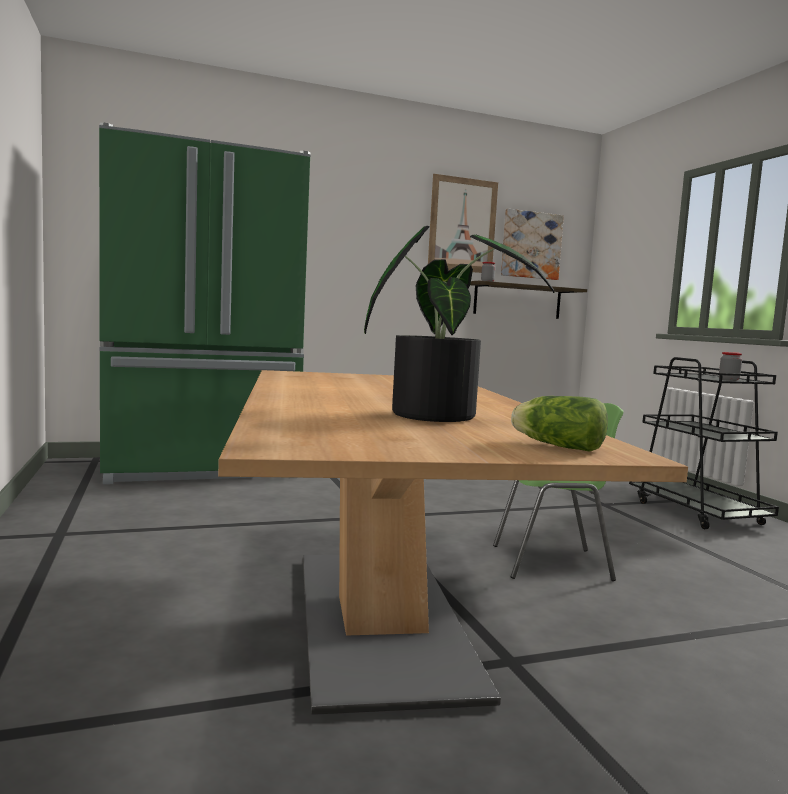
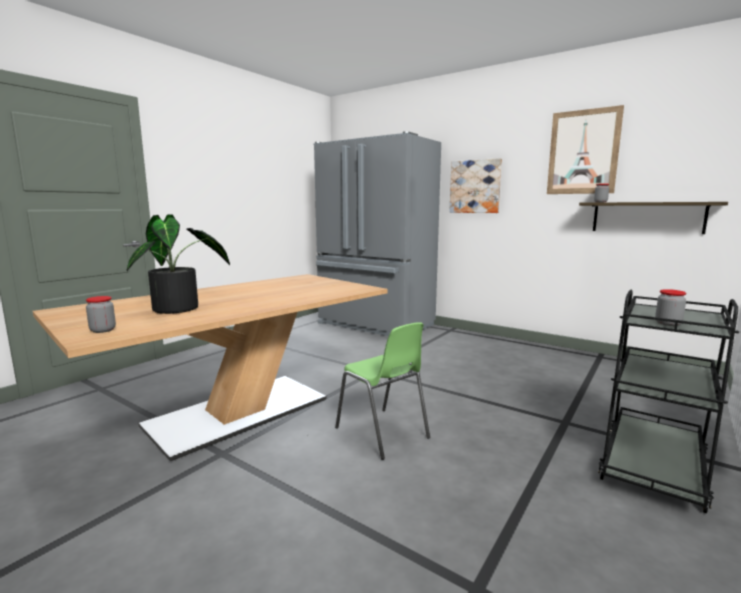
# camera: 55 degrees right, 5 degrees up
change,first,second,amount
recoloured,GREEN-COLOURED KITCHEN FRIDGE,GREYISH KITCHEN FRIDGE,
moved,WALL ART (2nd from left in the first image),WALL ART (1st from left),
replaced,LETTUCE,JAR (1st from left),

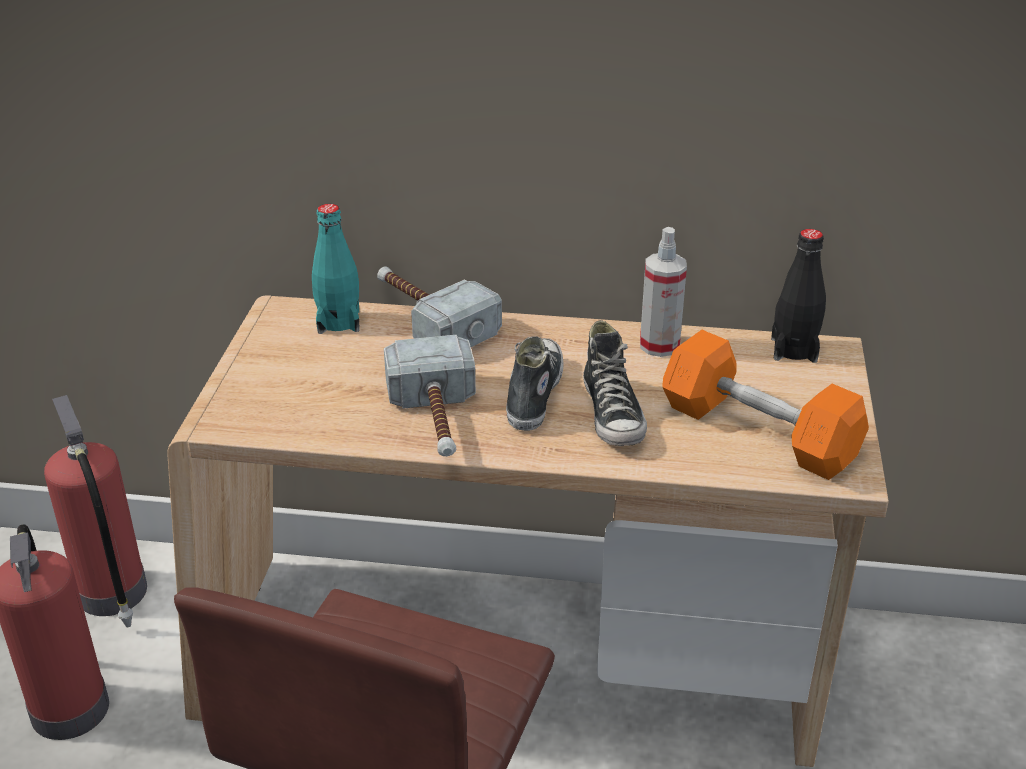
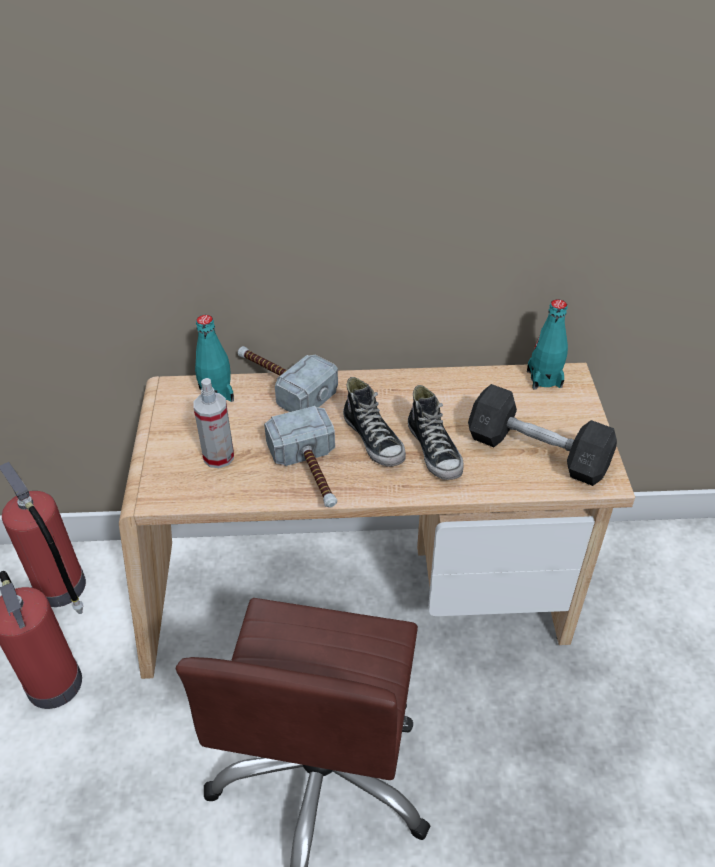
# camera: 10 degrees left, 10 degrees up
change,first,second,amount
moved,HAND SPRAYER,,
recoloured,BLACK BOTTLE,TURQUOISE BOTTLE (2nd from left),
recoloured,ORANGE FREE WEIGHT,GREYISH FREE WEIGHT,
turned,LOW SHOE (1st from left),,150 degrees clockwise

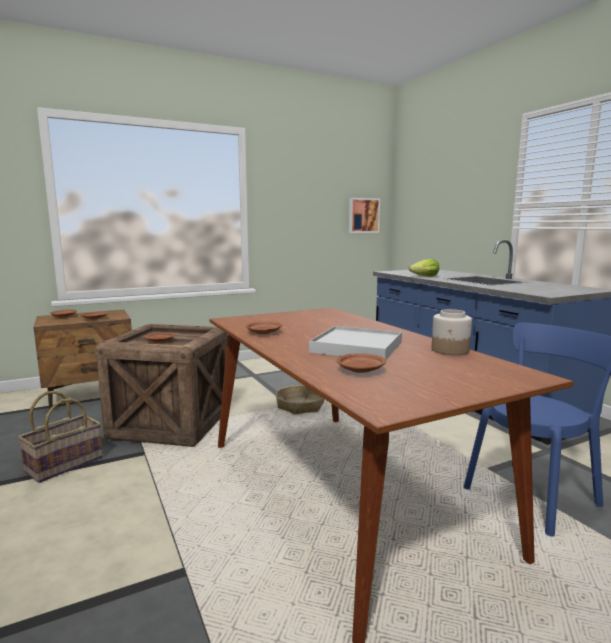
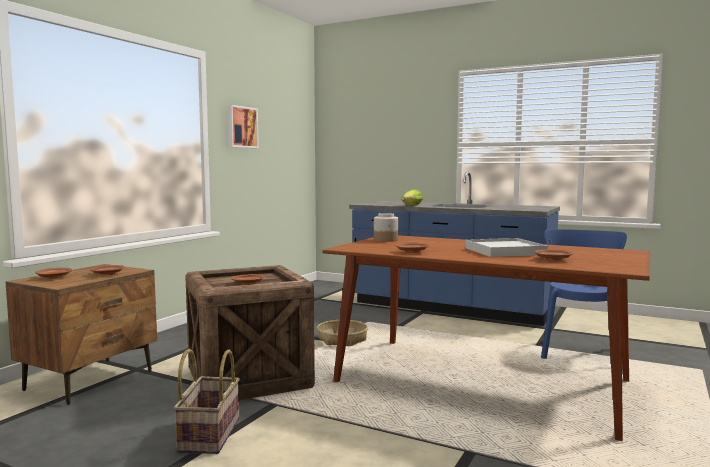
# camera: 35 degrees left, 5 degrees down
change,first,second,amount
moved,WALL ART,,
moved,JAR,,

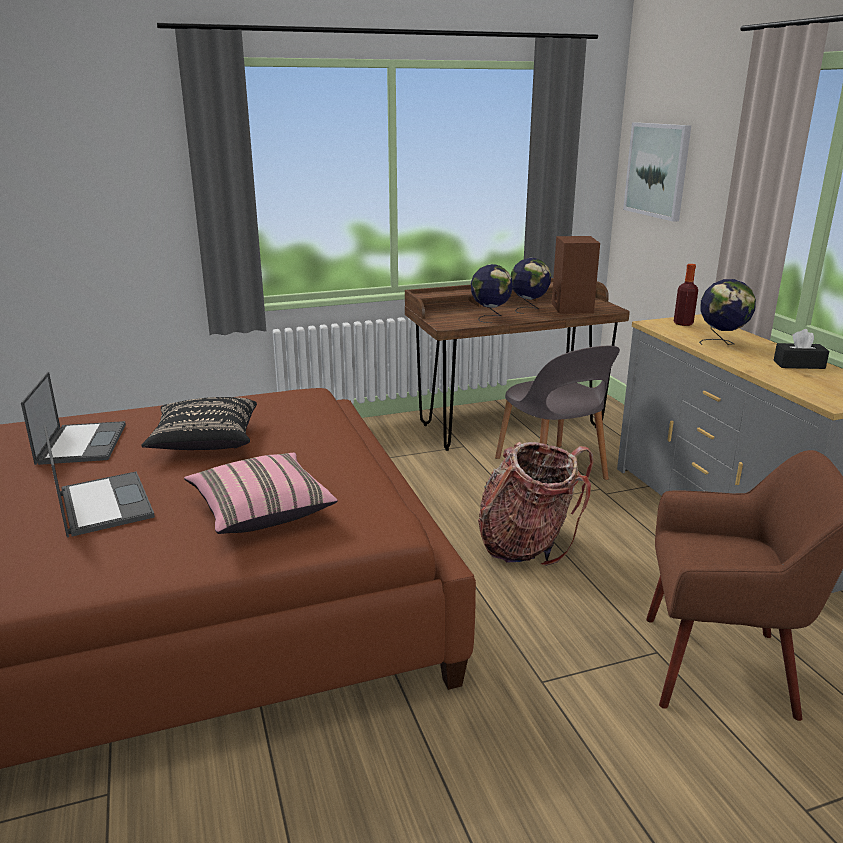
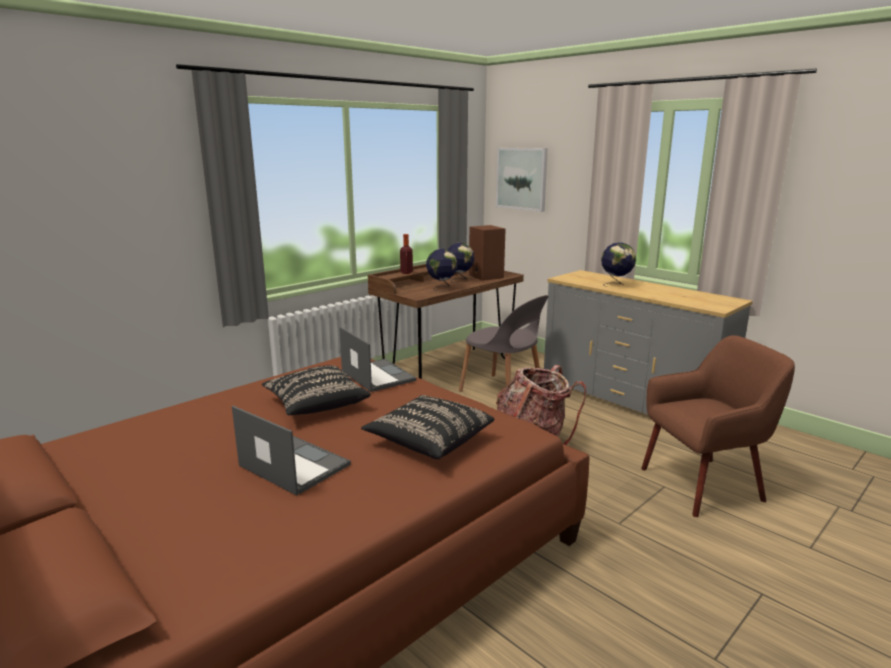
# camera: 25 degrees left, 5 degrees down
change,first,second,amount
moved,BOTTLE,,
removed,BLACK TISSUE HOLDER,,
moved,PORTABLE COMPUTER (1st from left in the first image),PORTABLE COMPUTER (2nd from left),
recoloured,PINKISH PILLOW,BLACK PILLOW (2nd from left),

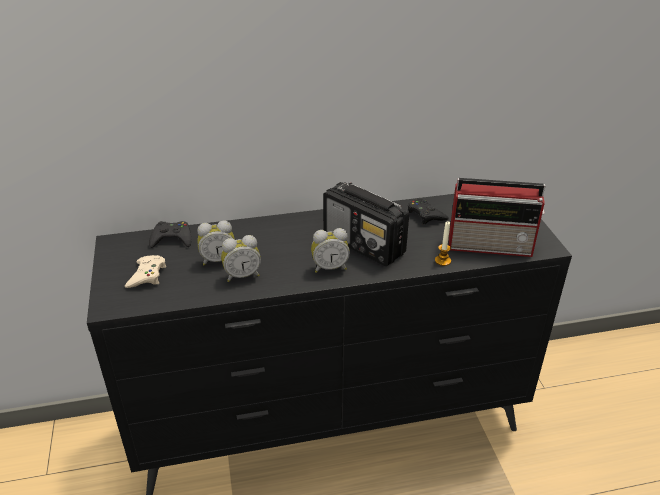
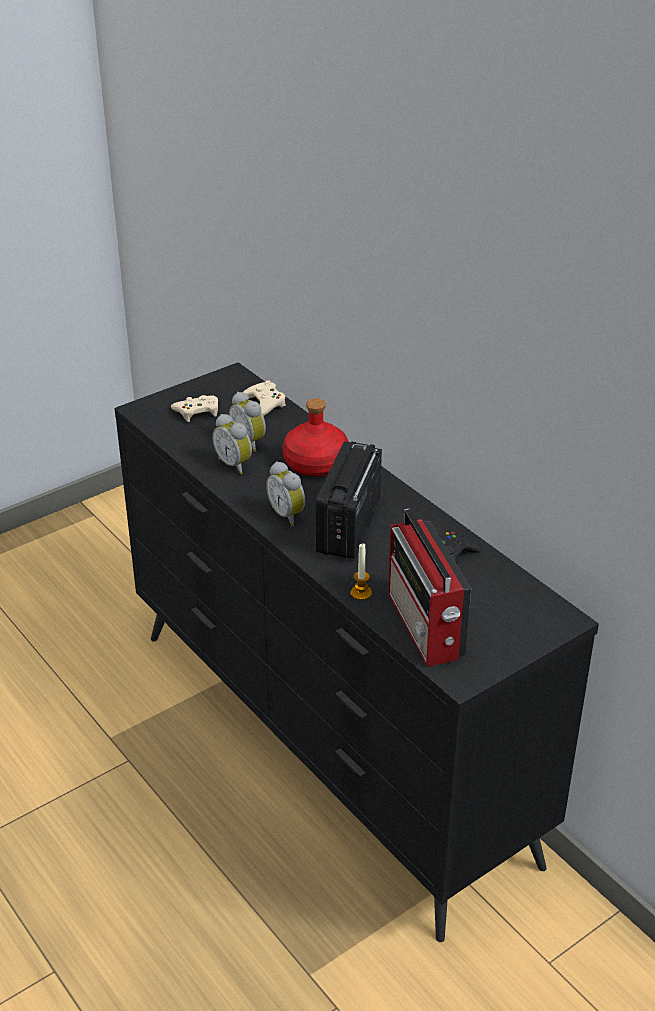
# camera: 65 degrees right, 0 degrees up
change,first,second,amount
recoloured,BLACK JOYPAD (1st from left),BEIGE-COLOURED JOYPAD (2nd from left),
added,,RED BOTTLE,

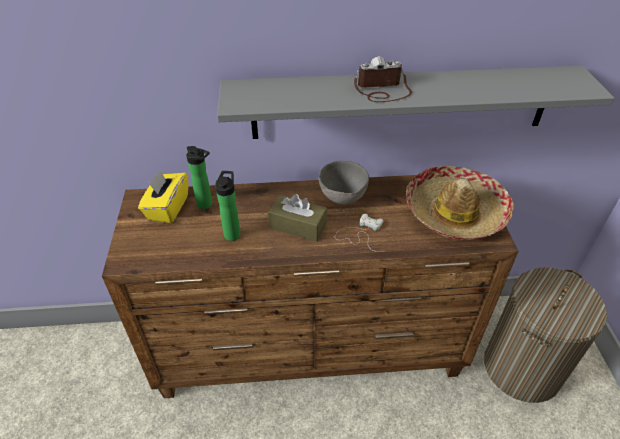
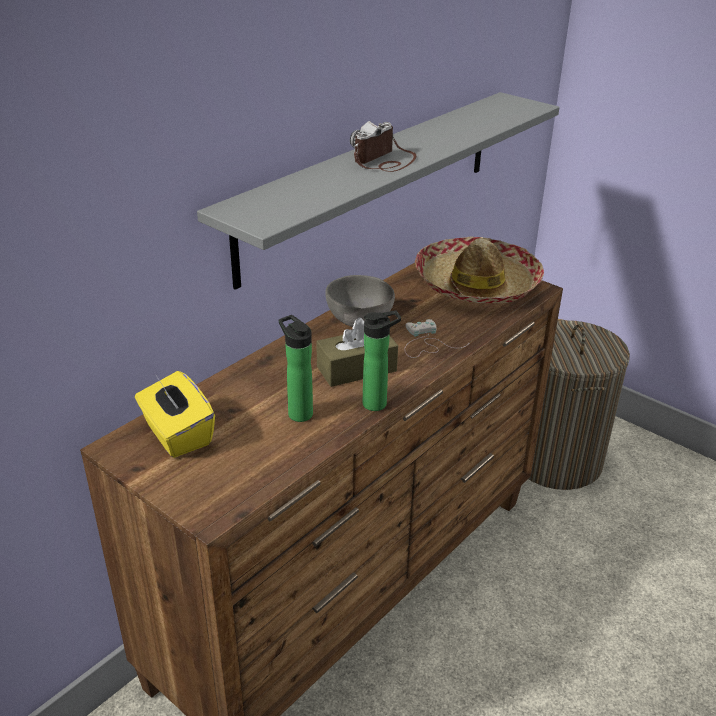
# camera: 45 degrees left, 10 degrees down
change,first,second,amount
moved,BOTTLE (1st from left in the first image),BOTTLE (2nd from left),

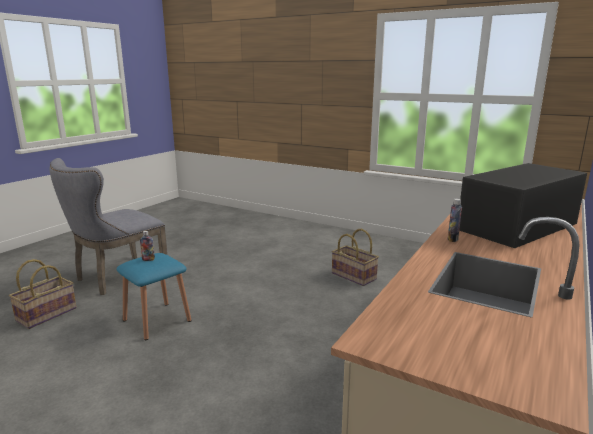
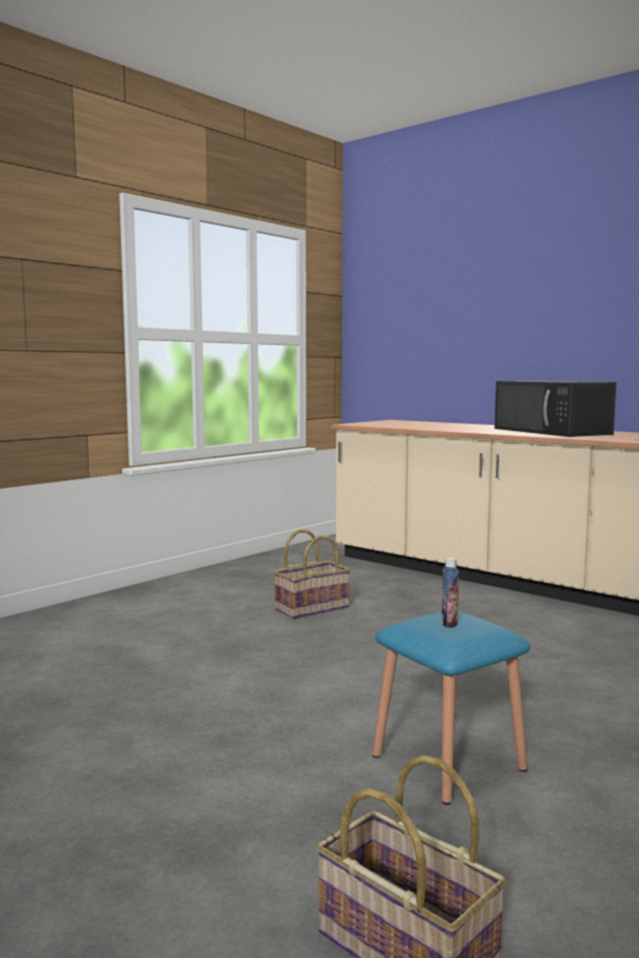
# camera: 80 degrees left, 10 degrees down
change,first,second,amount
removed,GREYISH UPRIGHT CHAIR,,
removed,BOTTLE (2nd from left),,

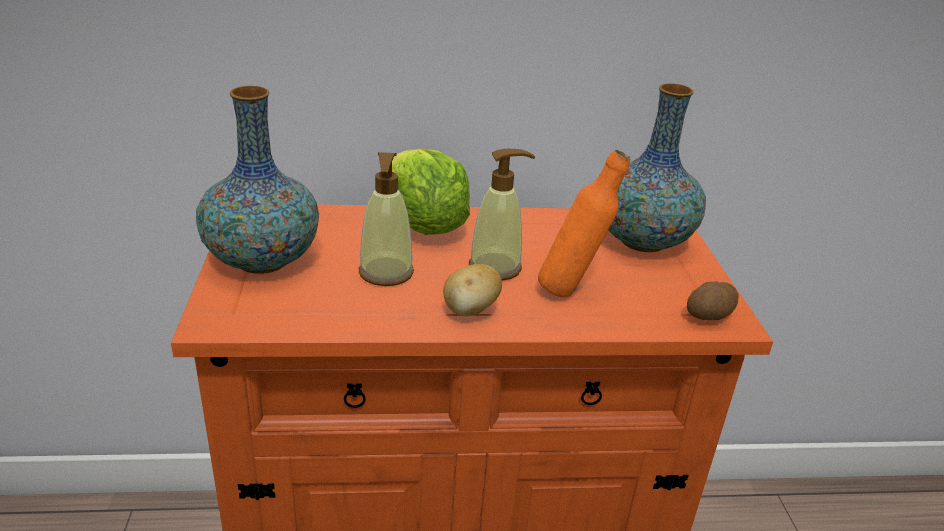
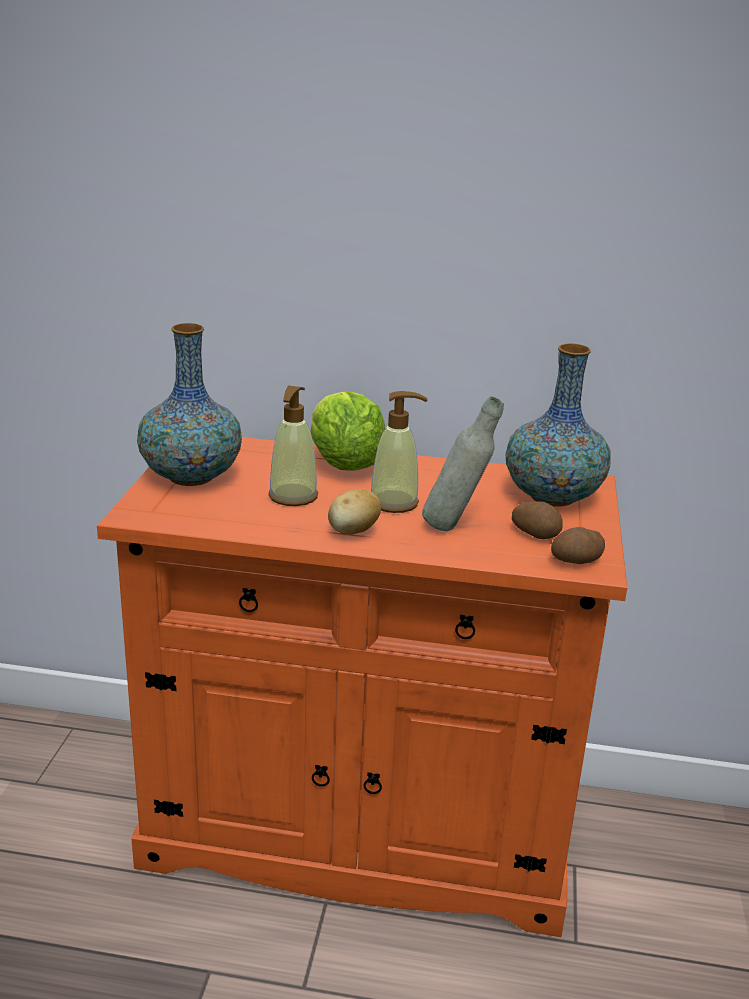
# camera: 15 degrees right, 5 degrees down
change,first,second,amount
recoloured,ORANGE BOTTLE,GREYISH BOTTLE,
added,,WHOLE POTATO (2nd from left),

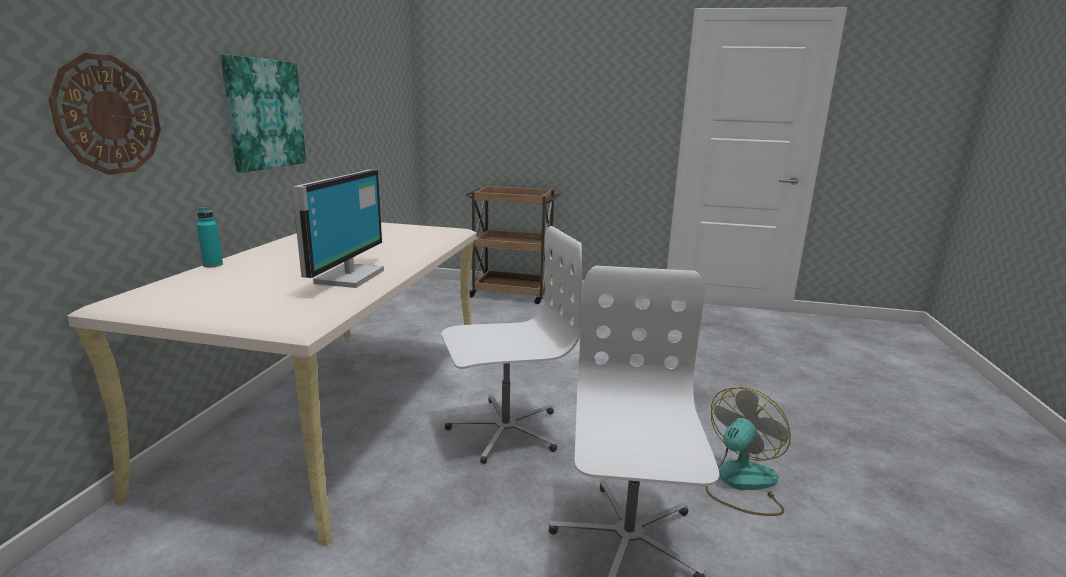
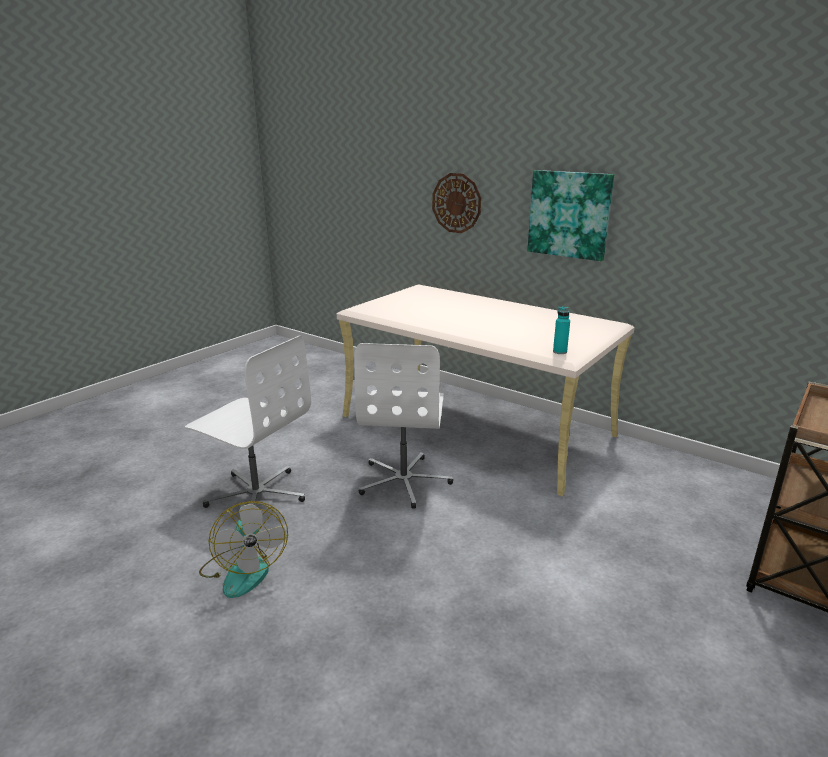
# camera: 115 degrees right, 5 degrees up
change,first,second,amount
removed,COMPUTER DISPLAY,,
moved,TURQUOISE BOTTLE,,

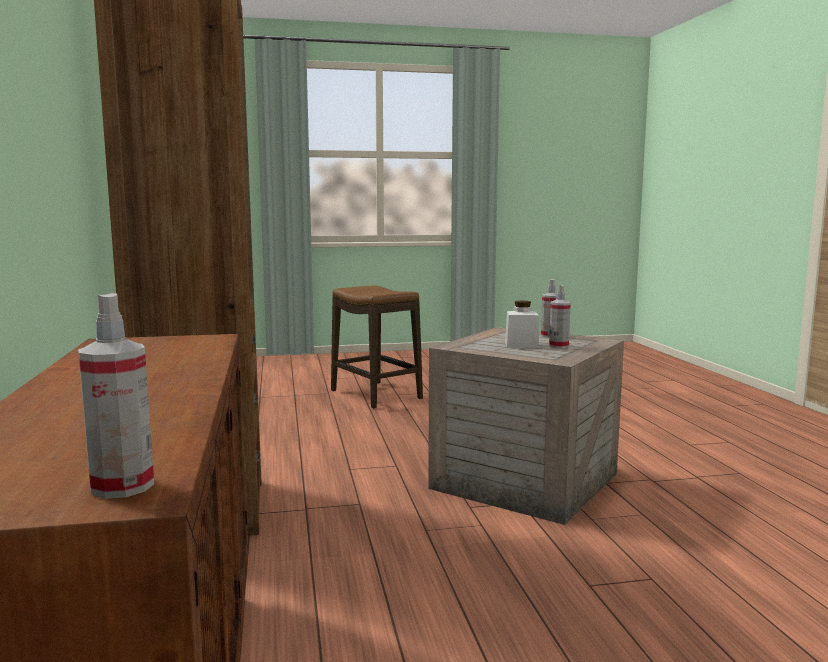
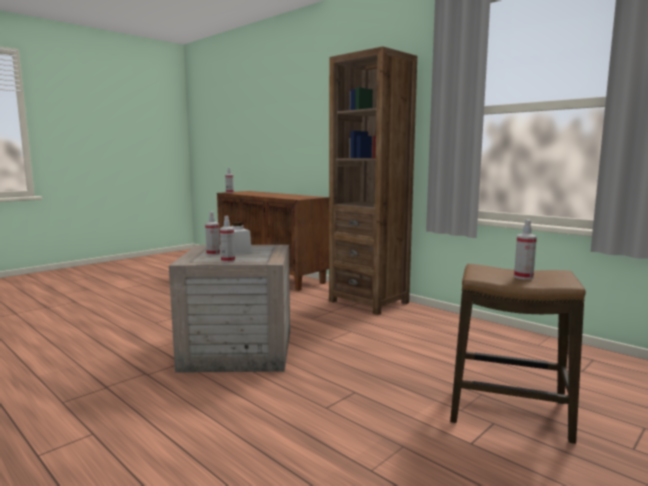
# camera: 145 degrees right, 0 degrees up
change,first,second,amount
added,,HAND SPRAYER (4th from left),

